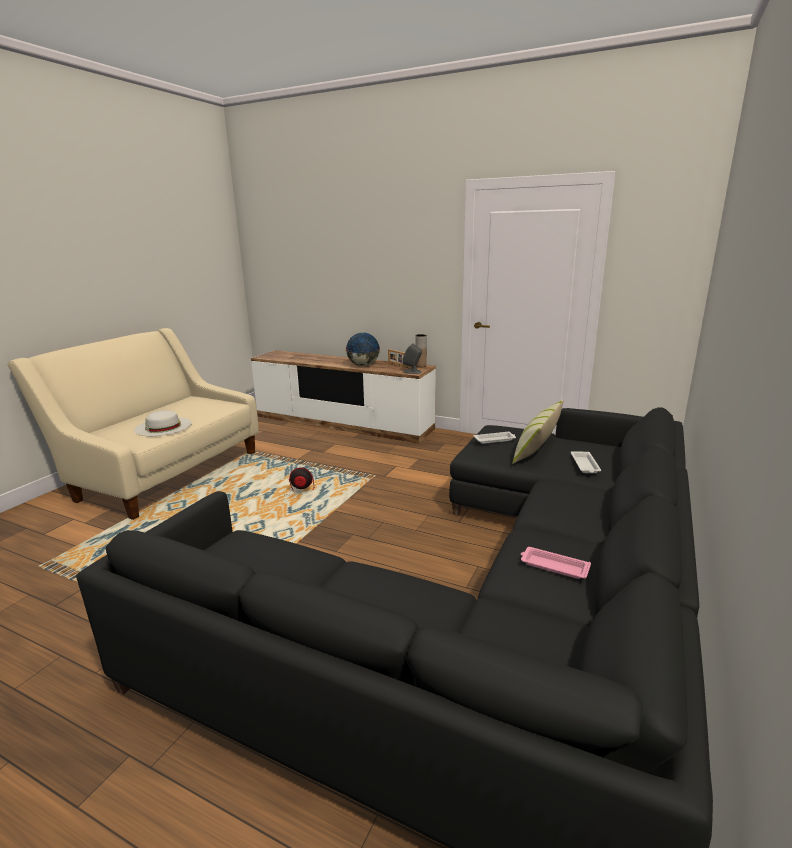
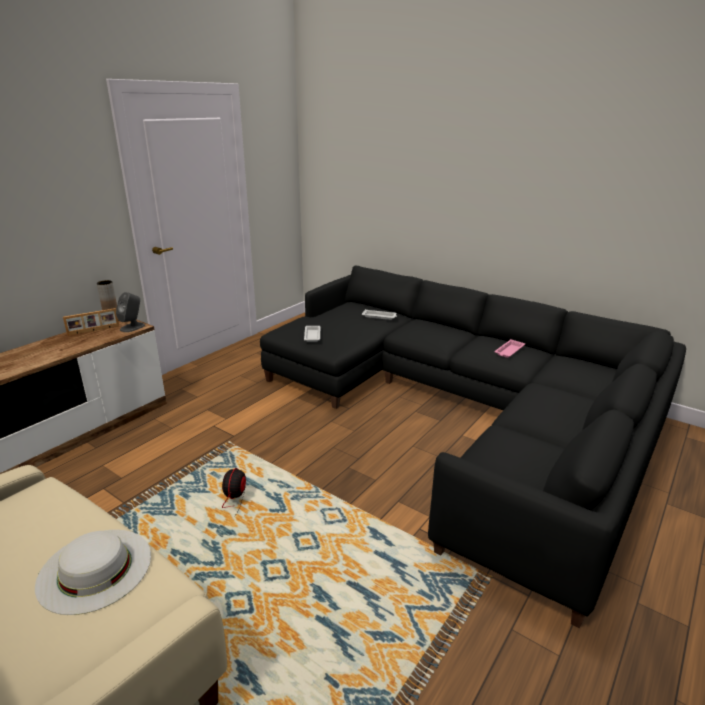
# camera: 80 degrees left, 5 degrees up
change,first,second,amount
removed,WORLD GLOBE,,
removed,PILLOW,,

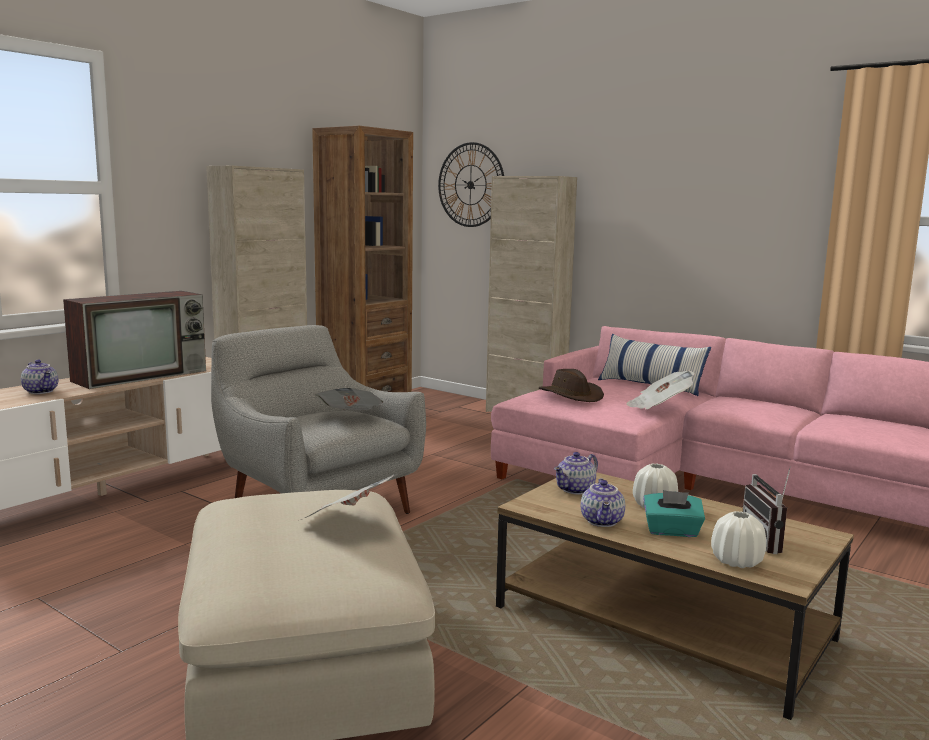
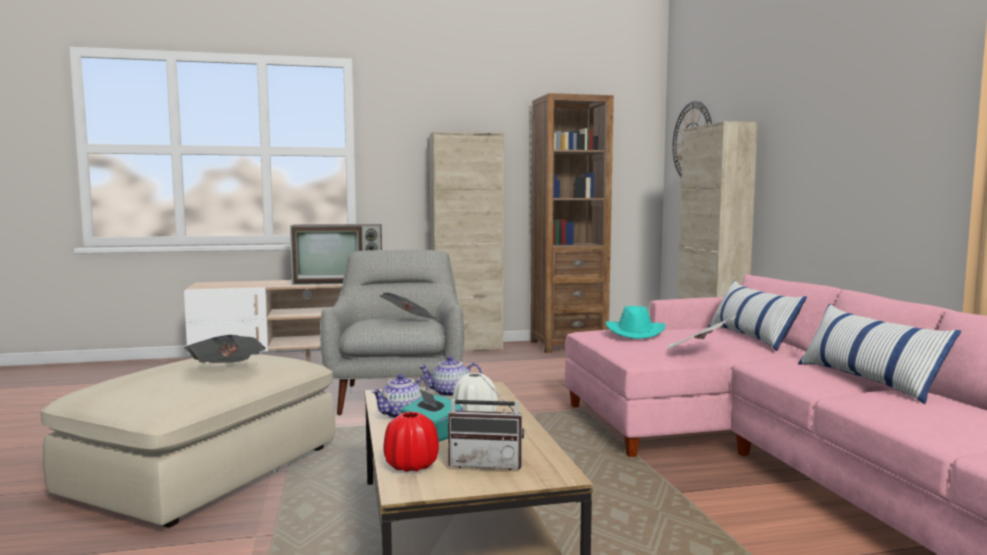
# camera: 40 degrees right, 5 degrees down
change,first,second,amount
removed,POT FOR TEA (1st from left),,
recoloured,BROWN WEARABLE HAT,TURQUOISE WEARABLE HAT,
turned,RADIO RECEIVER,,120 degrees counterclockwise
recoloured,WHITE-COLOURED VASE (2nd from left),RED VASE,
added,,PILLOW (2nd from left),

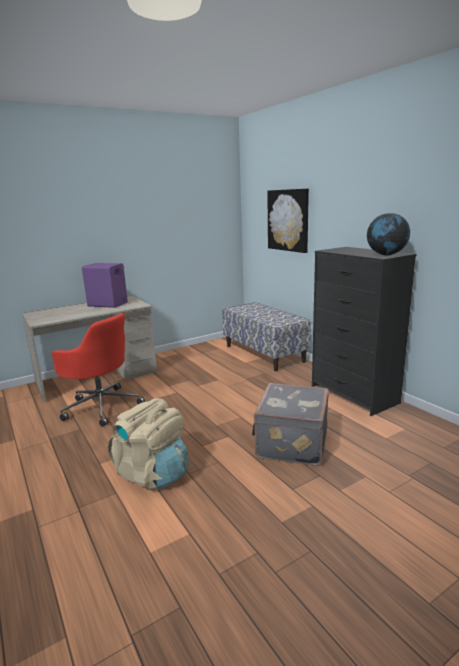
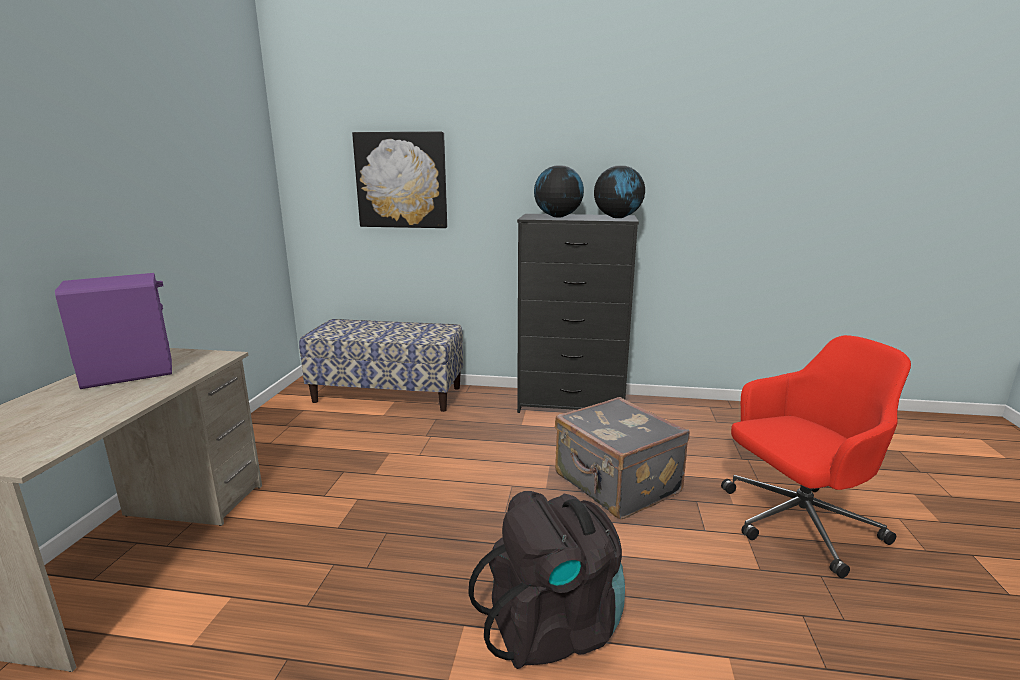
# camera: 50 degrees left, 0 degrees up
change,first,second,amount
moved,RED COMPUTER CHAIR,,
recoloured,BEIGE-COLOURED RUCKSACK,BLACK RUCKSACK,
added,,WORLD GLOBE (1st from left),

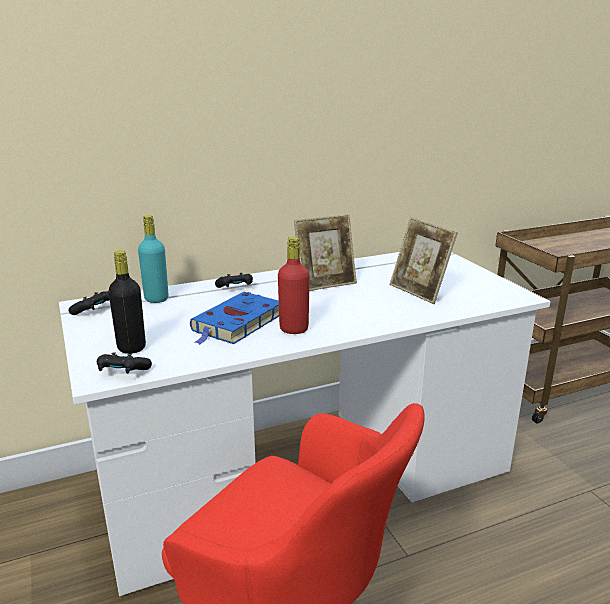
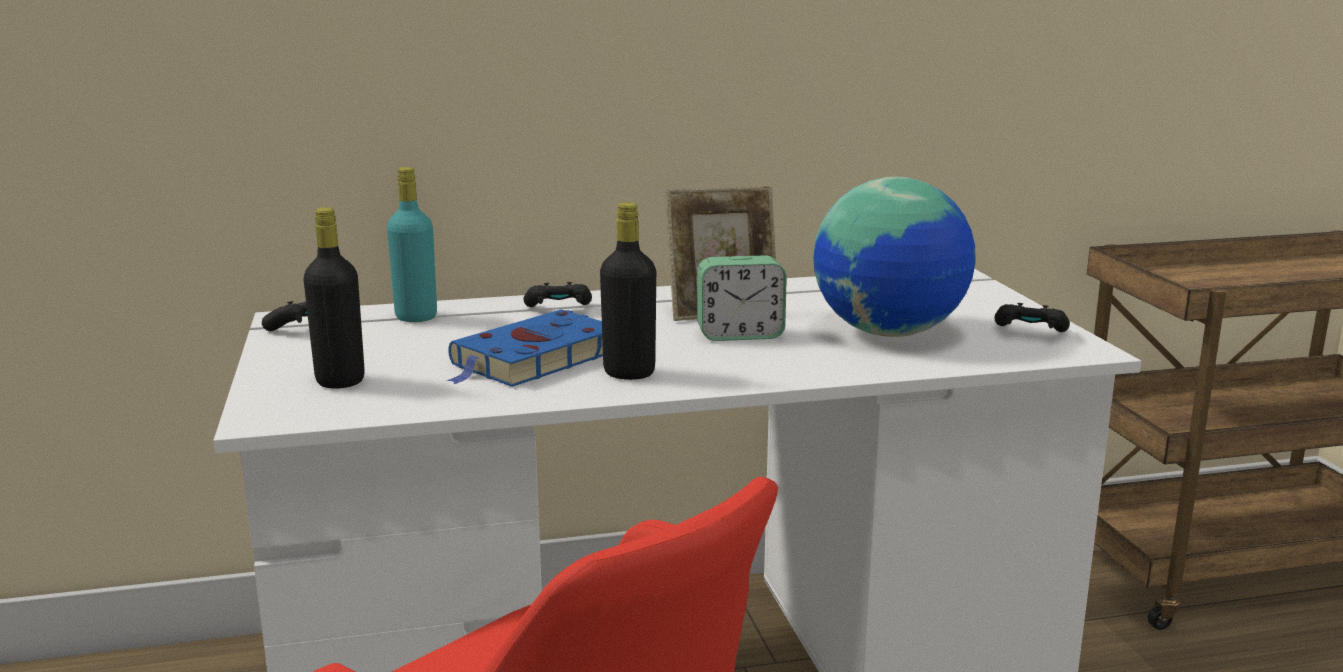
# camera: 10 degrees right, 5 degrees down
change,first,second,amount
replaced,STANDING FRAME (2nd from left),WORLD GLOBE,
recoloured,RED BOTTLE,BLACK BOTTLE (2nd from left),
moved,BLACK JOYPAD (2nd from left in the first image),BLACK JOYPAD (3rd from left),
added,,BEDSIDE CLOCK,

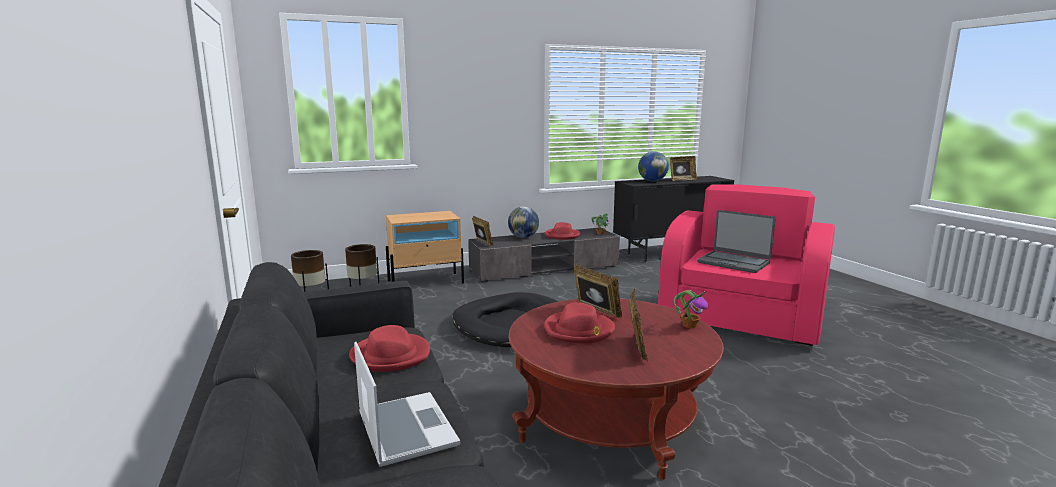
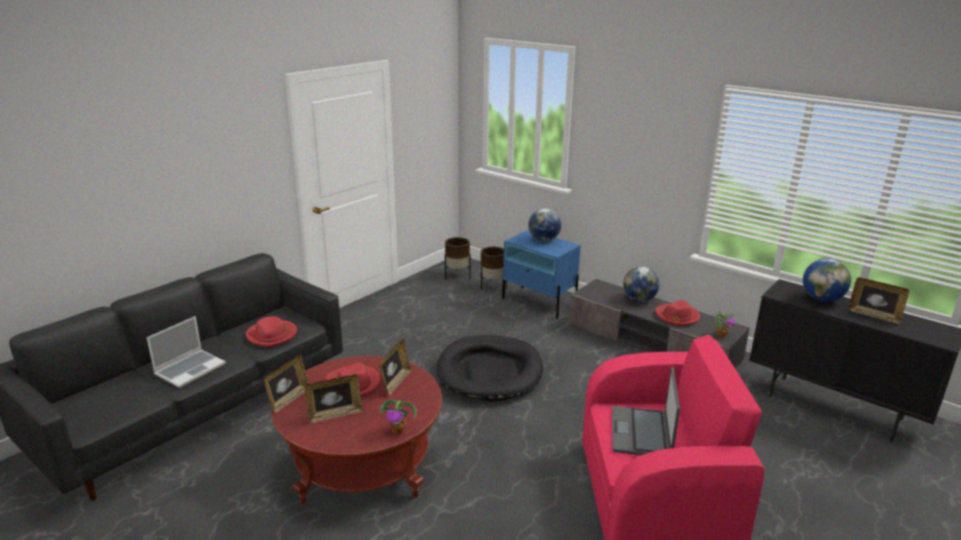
# camera: 60 degrees right, 10 degrees up
change,first,second,amount
recoloured,BEIGE-COLOURED BEDSIDE TABLE,BLUE-COLOURED BEDSIDE TABLE,
moved,STANDING FRAME (1st from left),,
added,,WORLD GLOBE (1st from left),

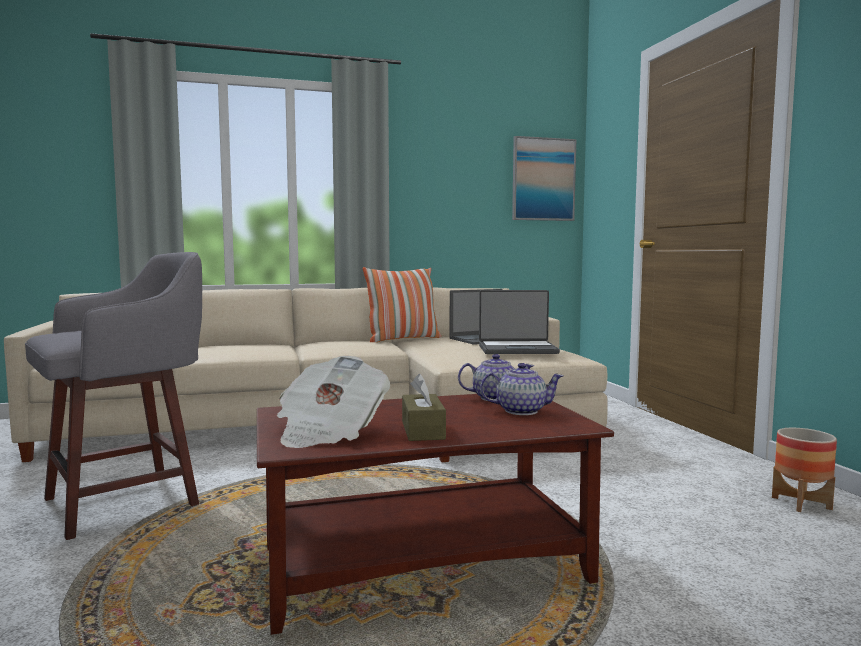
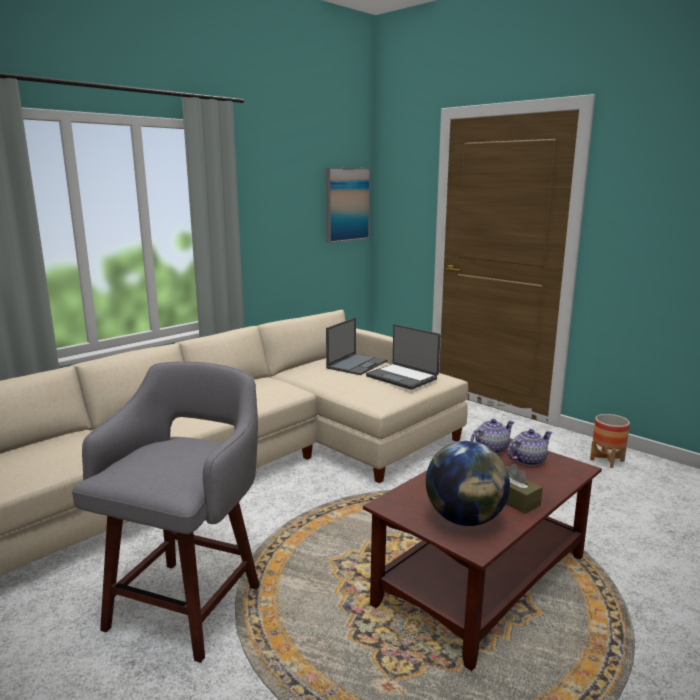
# camera: 30 degrees left, 10 degrees up
change,first,second,amount
removed,PILLOW,,
turned,PORTABLE COMPUTER (2nd from left),,75 degrees clockwise
replaced,NEWSPAPER,WORLD GLOBE,

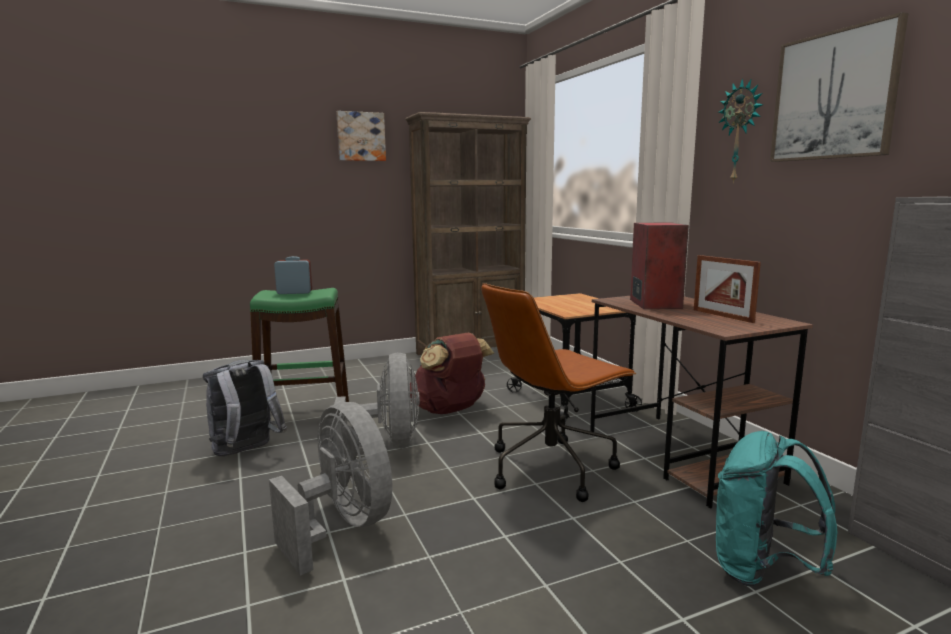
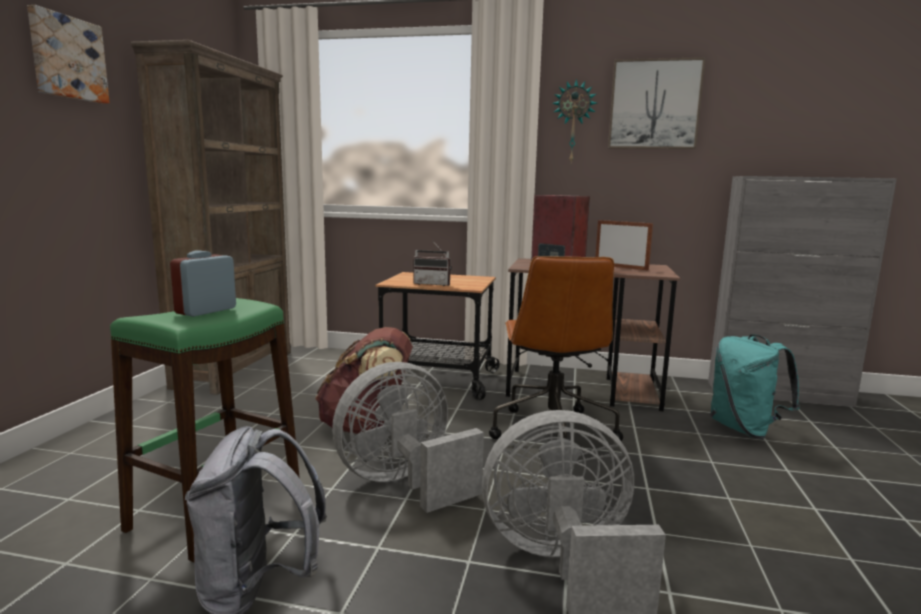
# camera: 55 degrees left, 0 degrees up
change,first,second,amount
turned,STANDING FRAME,,150 degrees counterclockwise
turned,GREYISH ELECTRIC FAN (2nd from left in the first image),GREYISH ELECTRIC FAN (1st from left),60 degrees counterclockwise
added,,RADIO RECEIVER,

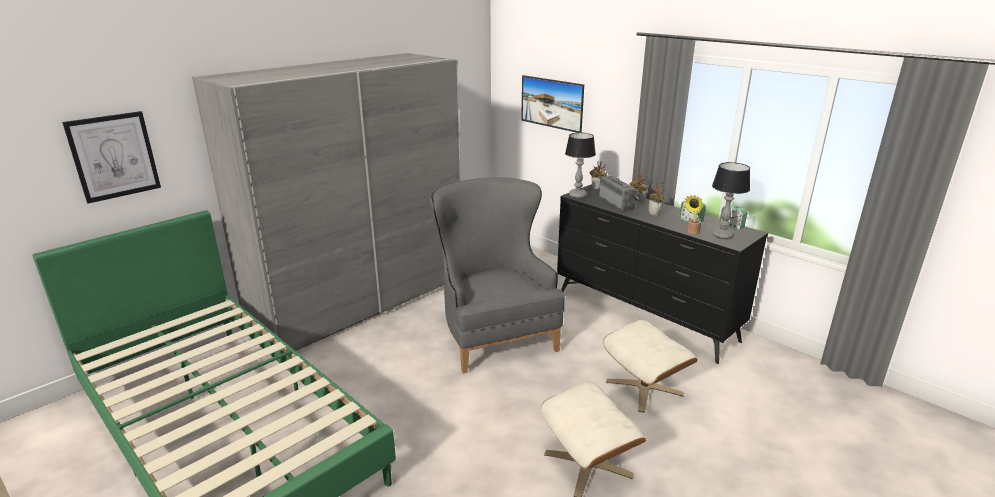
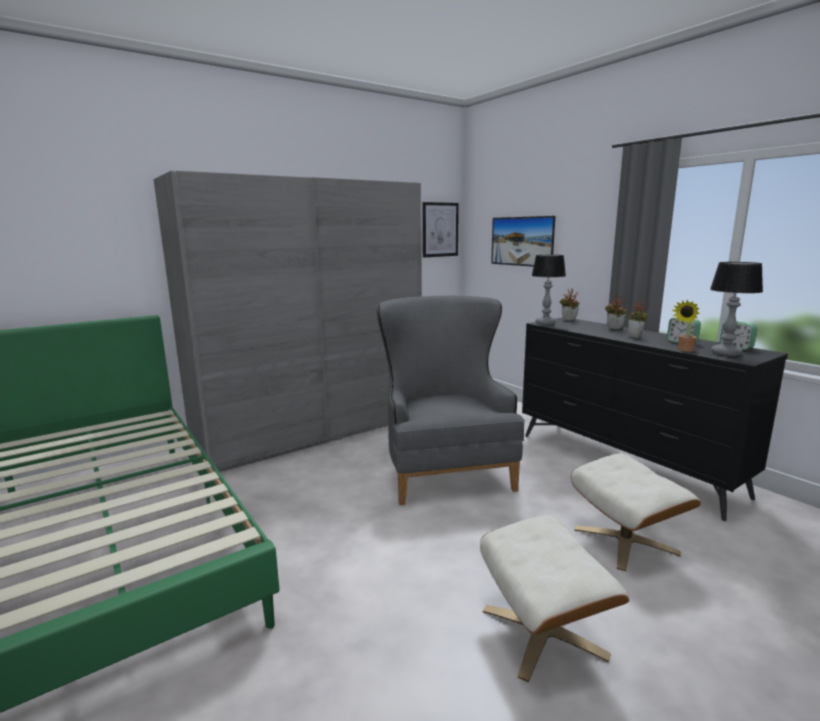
# camera: 10 degrees right, 10 degrees down
change,first,second,amount
moved,WALL ART (1st from left),,
removed,RADIO RECEIVER,,

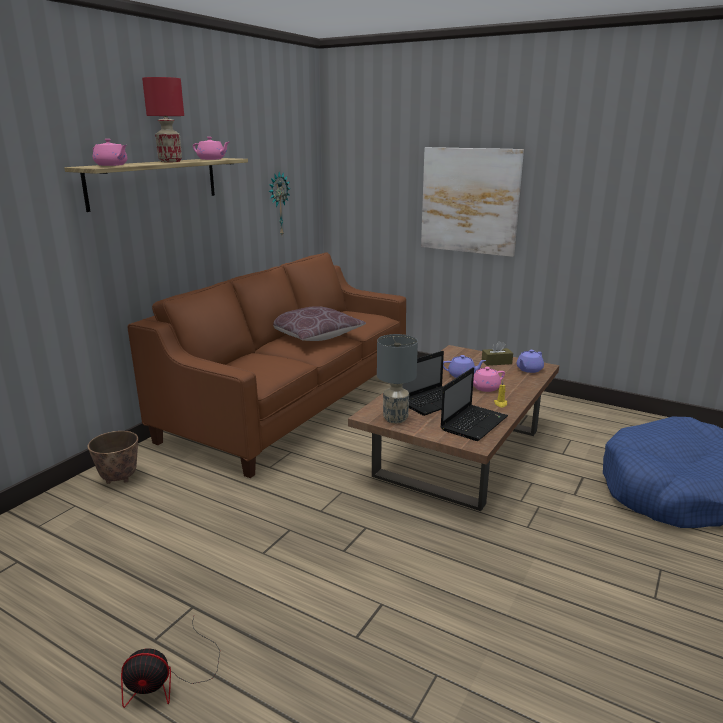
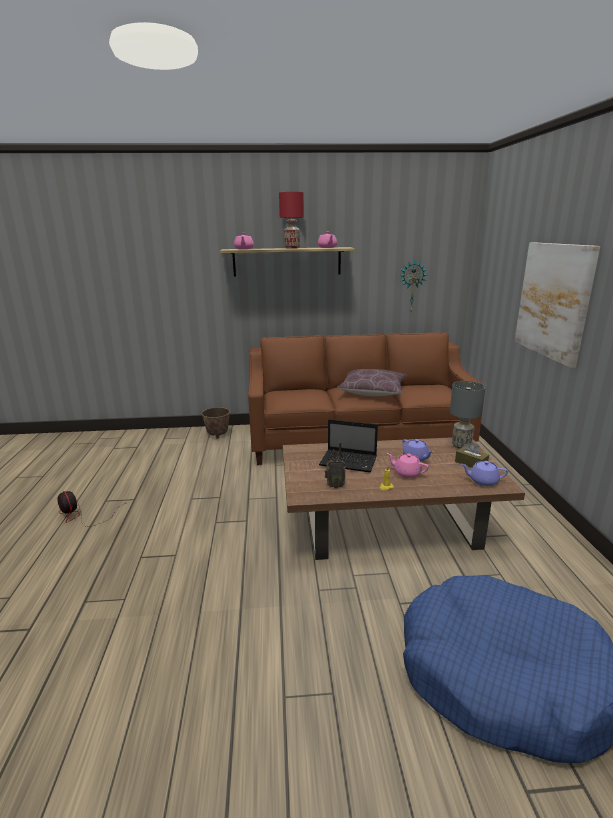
# camera: 55 degrees right, 0 degrees up
change,first,second,amount
moved,GREYISH LAMP FOR A TABLE,,
replaced,PORTABLE COMPUTER (2nd from left),RADIO RECEIVER,

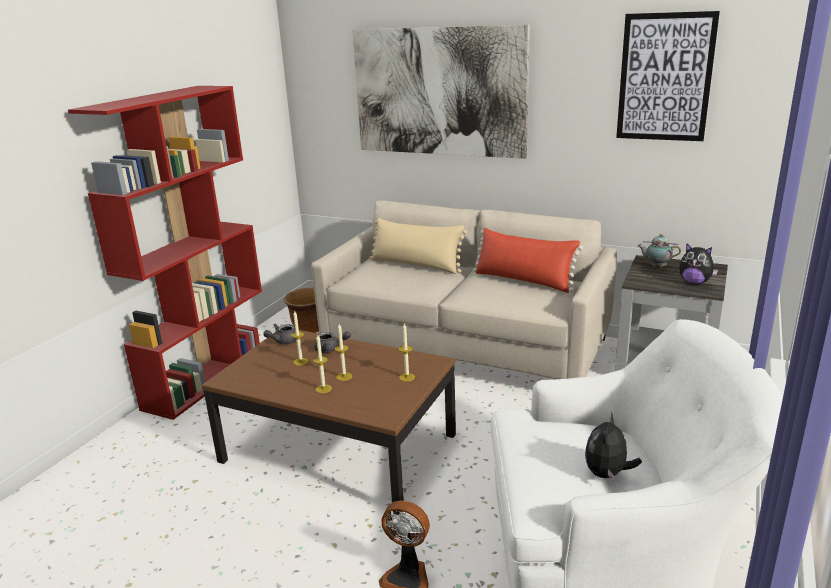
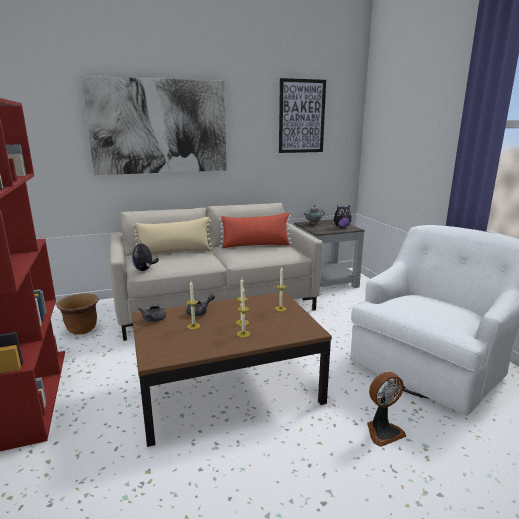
# camera: 45 degrees left, 5 degrees down
change,first,second,amount
moved,CUDDLY TOY (1st from left),,

